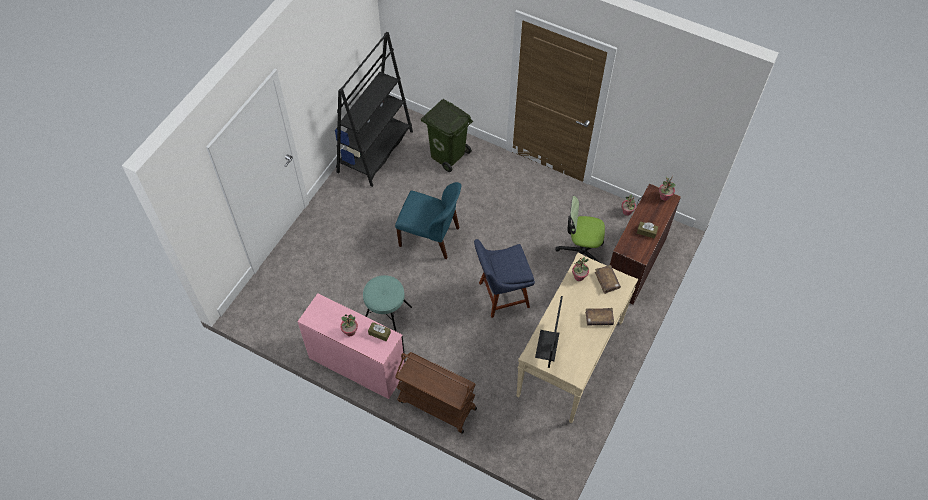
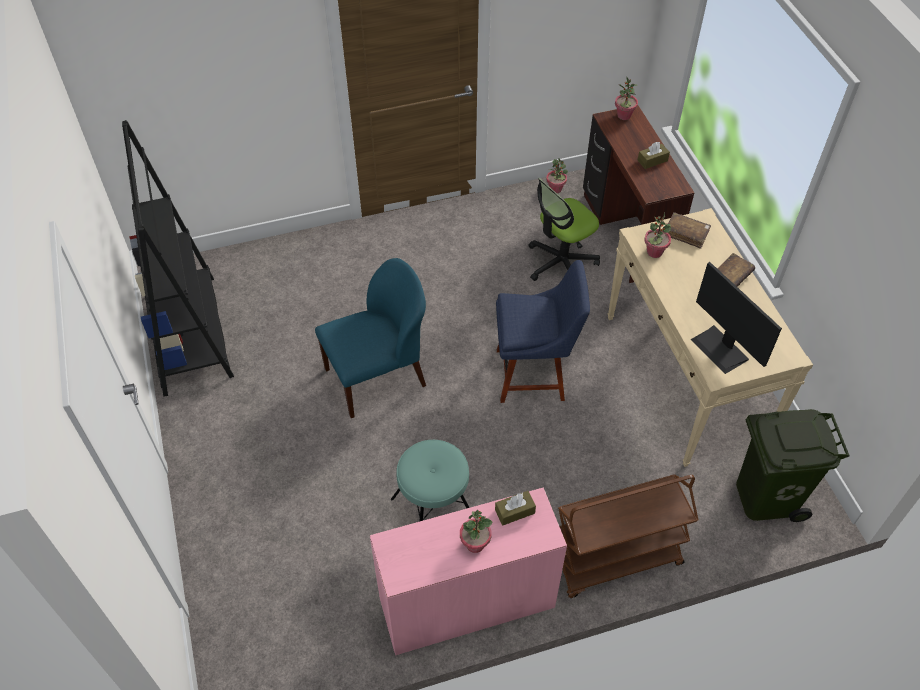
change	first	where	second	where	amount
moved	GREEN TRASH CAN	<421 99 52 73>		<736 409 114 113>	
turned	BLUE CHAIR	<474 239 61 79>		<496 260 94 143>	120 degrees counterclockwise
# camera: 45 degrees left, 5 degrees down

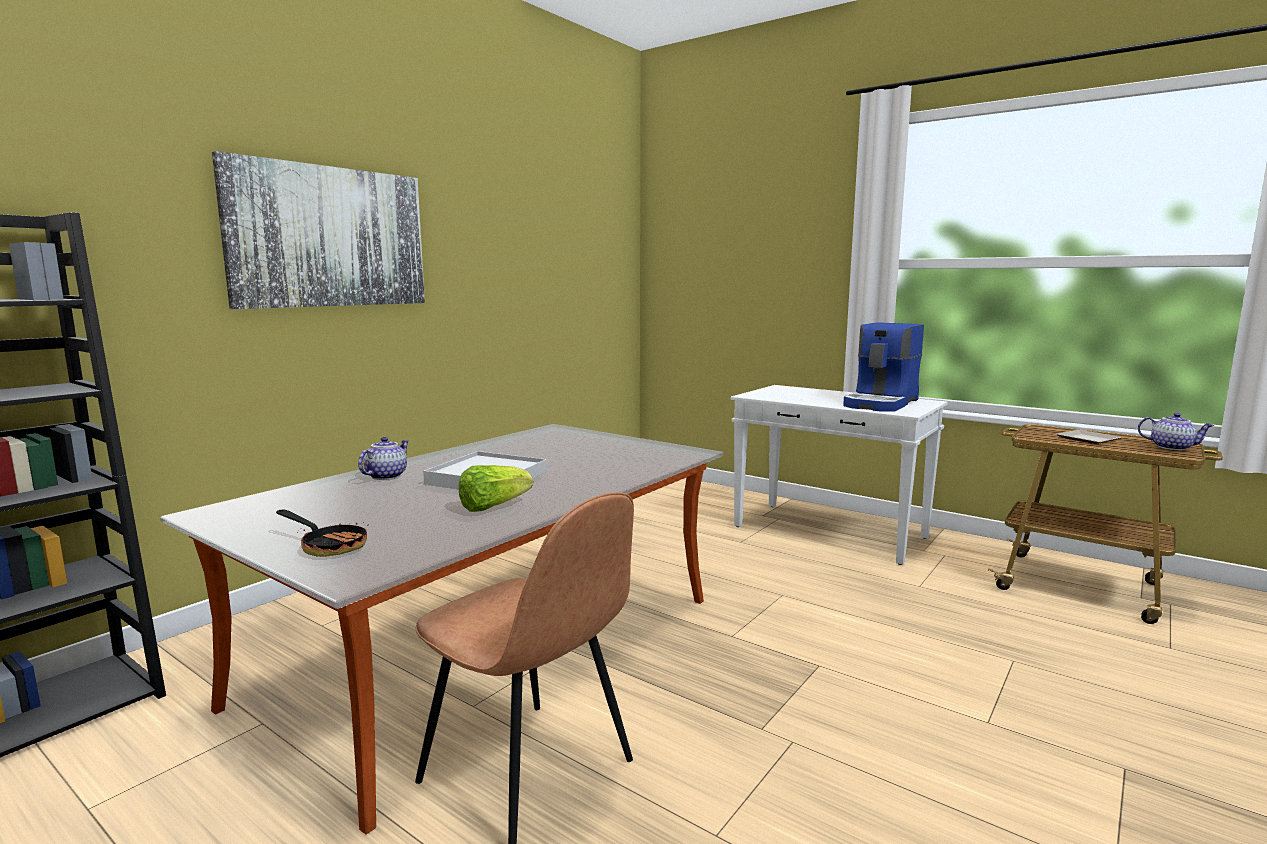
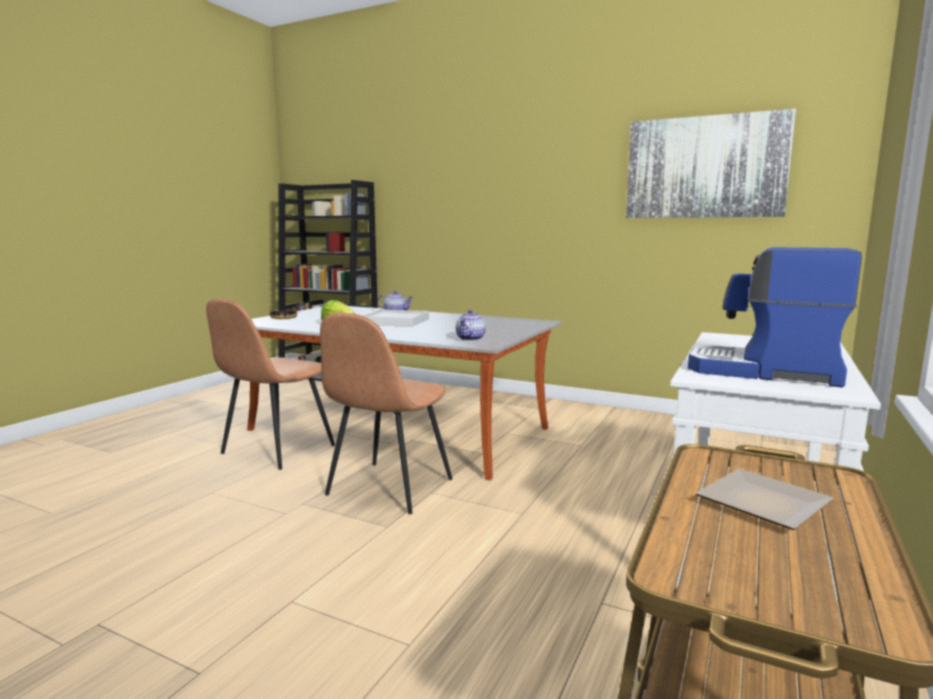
change	first	where	second	where	amount
moved	PICTURE	<212 151 213 158>		<626 109 170 109>	
moved	TEAPOT	<1138 413 76 37>		<456 310 29 31>	
added			BROWN CHAIR	<320 313 133 201>	
# camera: 80 degrees right, 0 degrees up

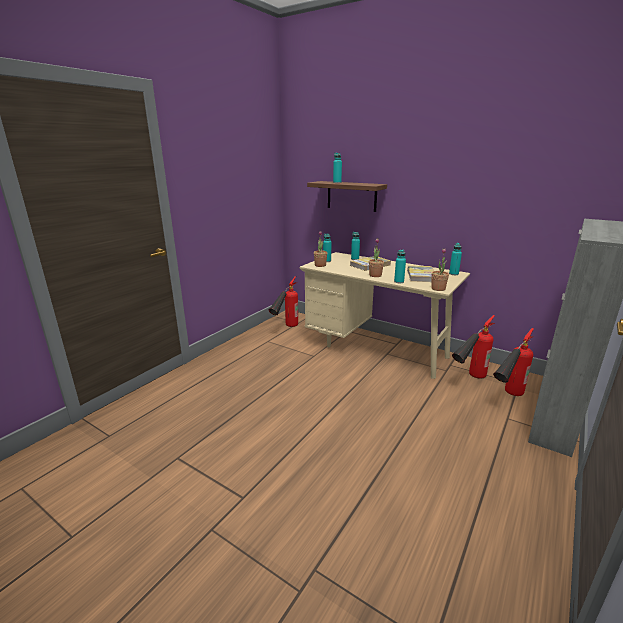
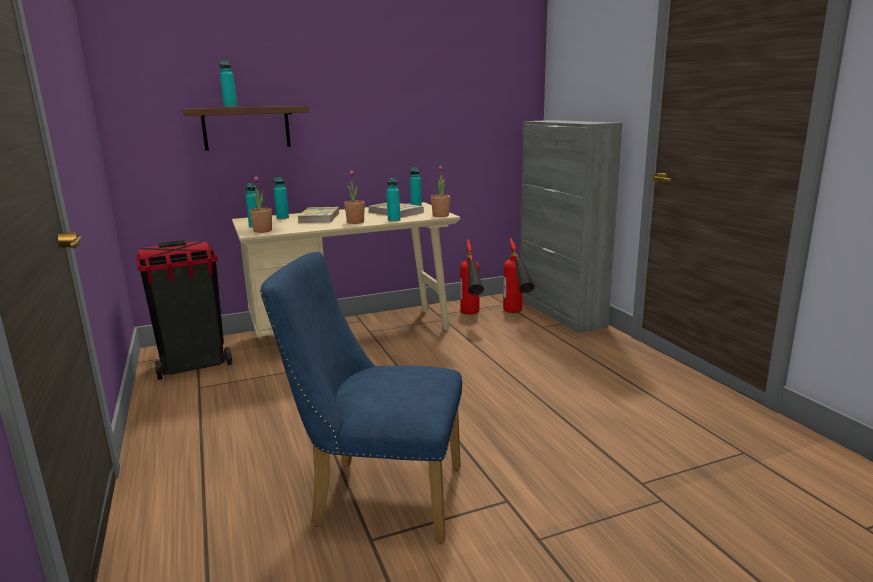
change	first	where	second	where	amount
replaced	FIRE EXTINGUISHER	<269 276 29 51>	BLACK TRASH CAN	<135 240 97 140>	
added			BLUE CHAIR	<260 251 202 292>	
# camera: 55 degrees left, 5 degrees down

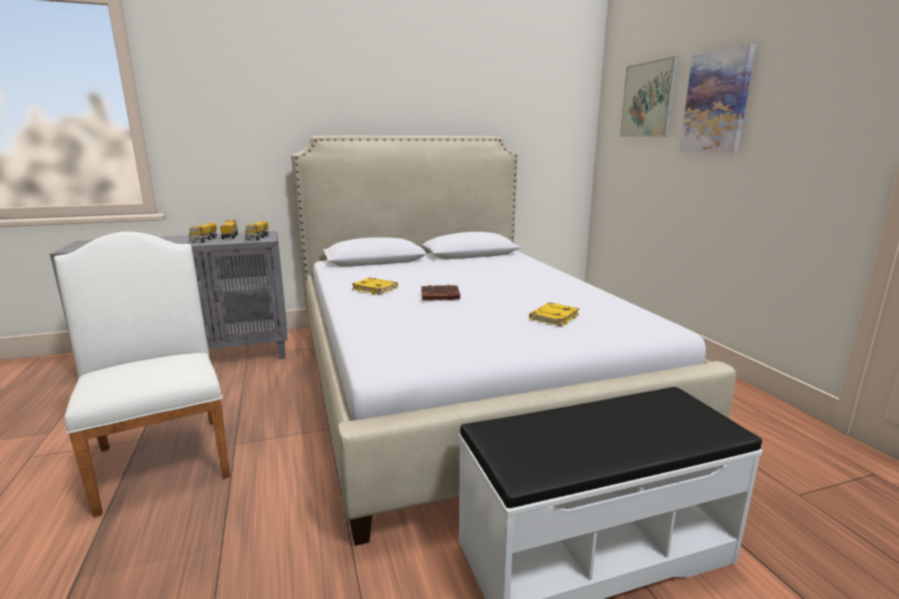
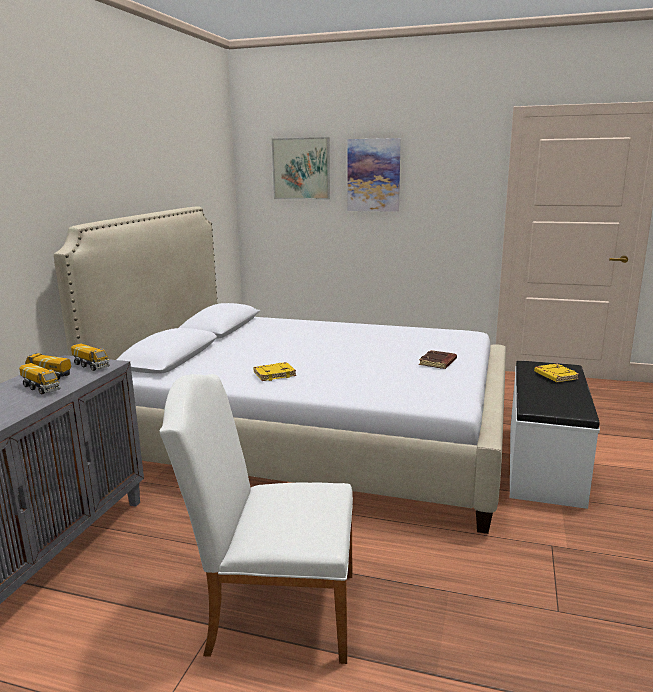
change	first	where	second	where	amount
moved	BROWN BOOK	<421 285 39 16>		<419 350 38 19>	
moved	YELLOW BOOK	<529 303 51 23>		<534 364 45 18>	
# camera: 55 degrees left, 0 degrees up

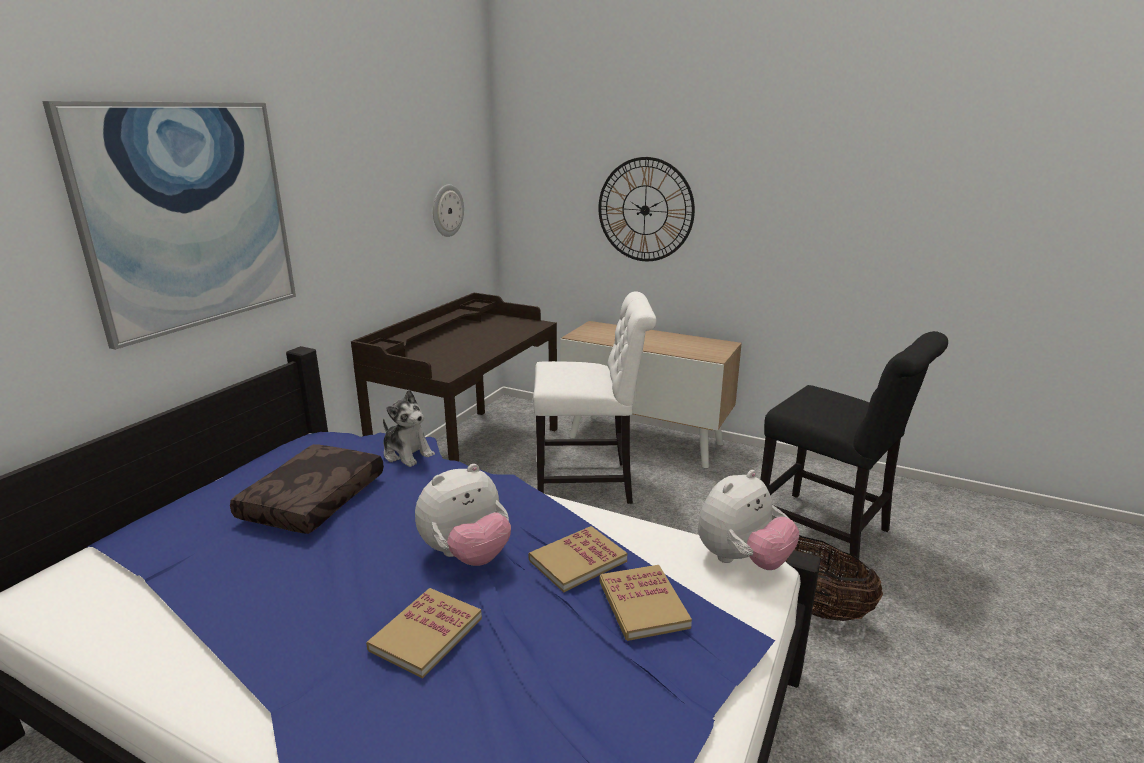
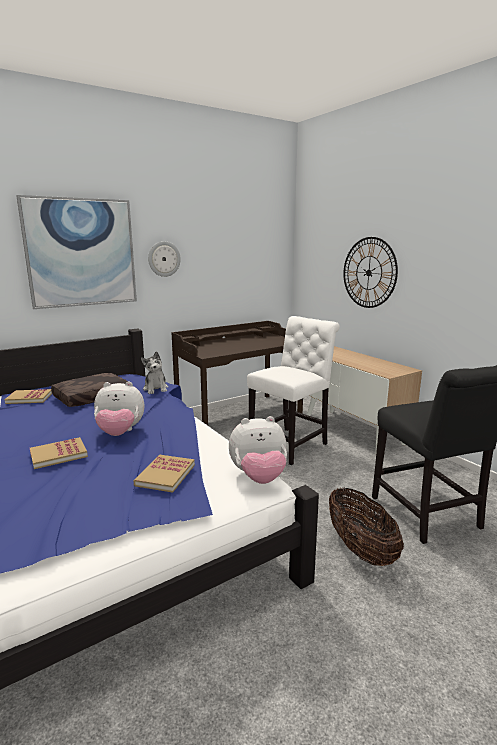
change	first	where	second	where	amount
moved	WALL CLOCK	<433 184 31 53>		<148 241 33 36>	
turned	WHITE CHAIR	<533 291 124 213>		<247 316 93 149>	75 degrees counterclockwise
moved	BOOK	<528 526 99 66>		<4 389 48 15>	
# camera: 30 degrees right, 5 degrees down

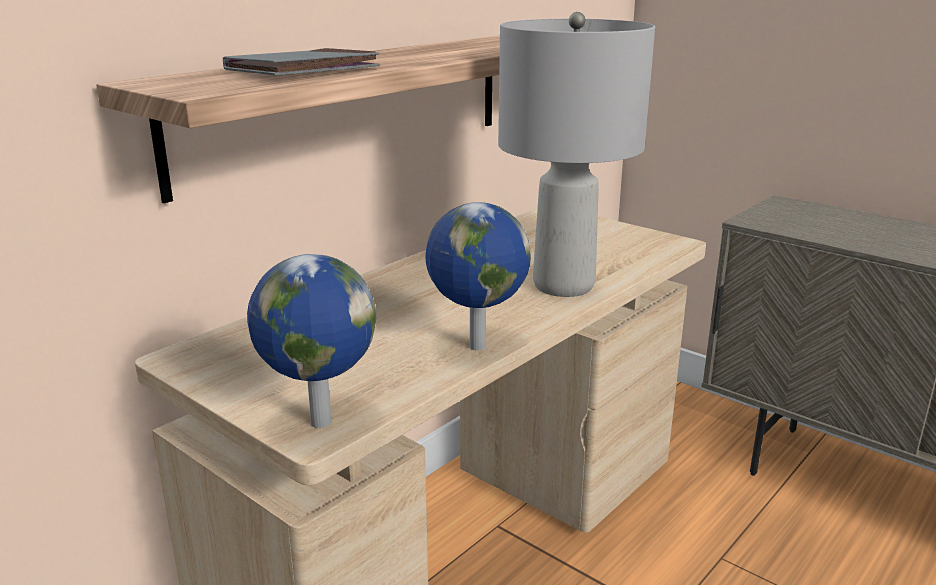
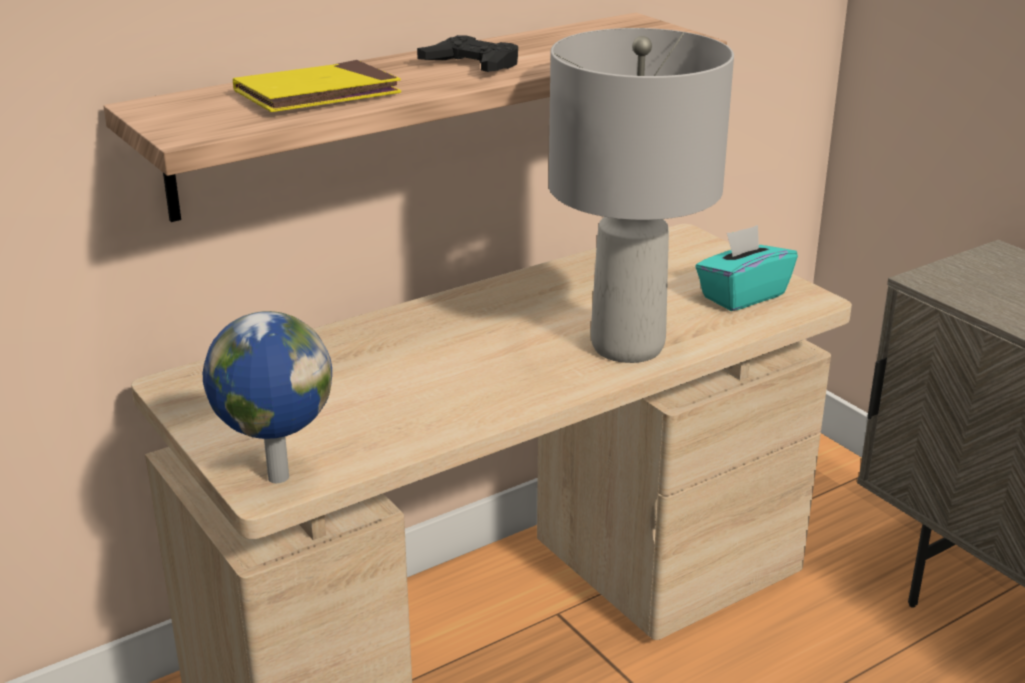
change	first	where	second	where	amount
recoloured	GREY BOOK	<223 48 157 28>	YELLOW BOOK	<233 60 168 52>	
removed	GLOBE	<425 202 106 149>			
added			BLACK GAME CONTROLLER	<417 35 101 37>	
added			TURQUOISE TISSUE BOX	<695 225 103 86>	
# camera: 15 degrees right, 5 degrees up

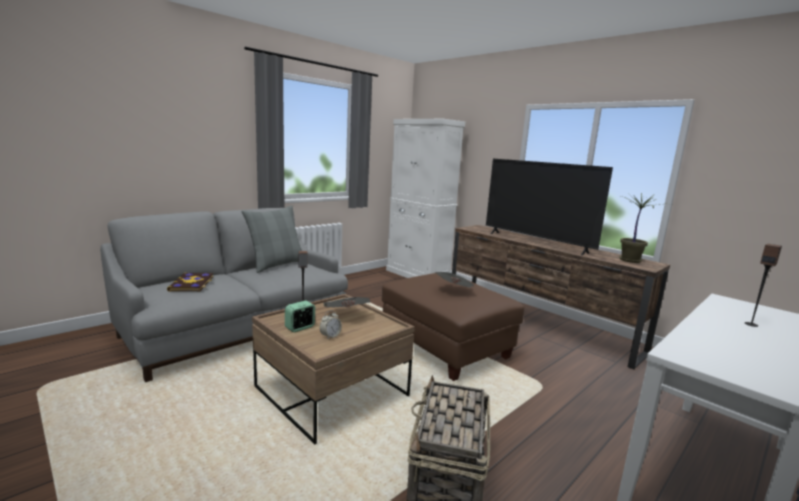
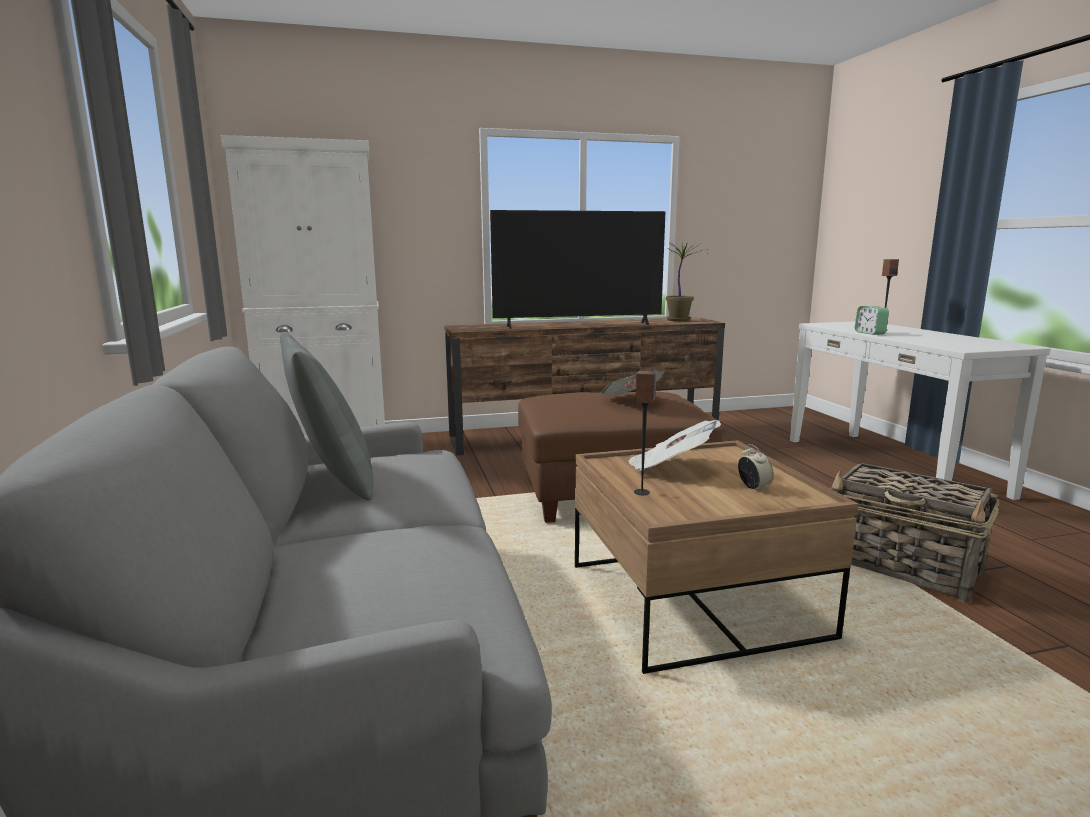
change	first	where	second	where	amount
removed	BOOK	<167 273 47 19>			
moved	ALARM CLOCK	<285 301 30 31>		<855 306 34 29>	
# camera: 60 degrees left, 0 degrees up

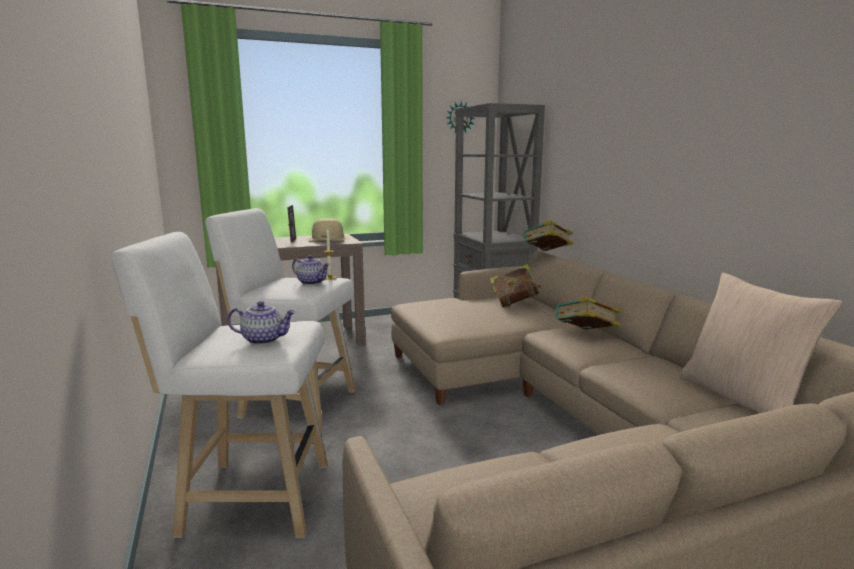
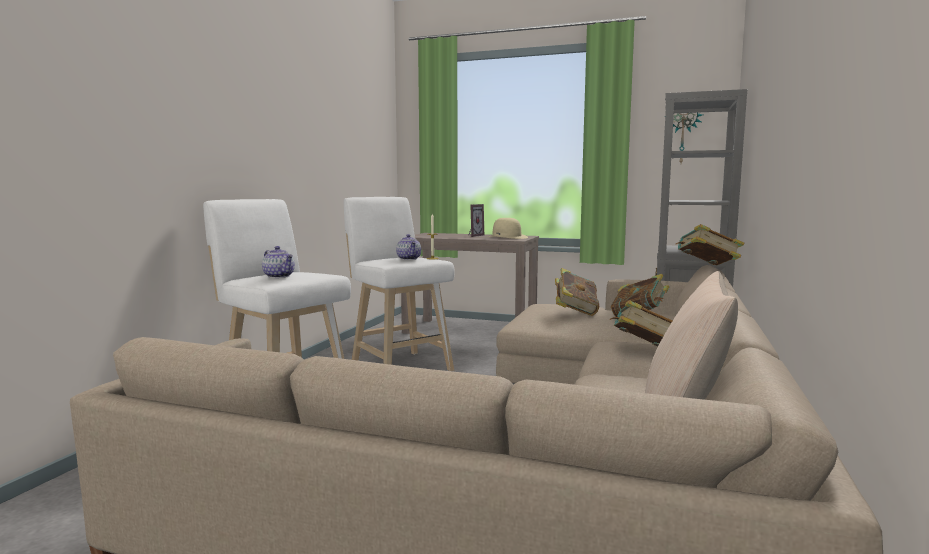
change	first	where	second	where	amount
added			BOOK	<555 268 44 48>	
# camera: 40 degrees right, 5 degrees down

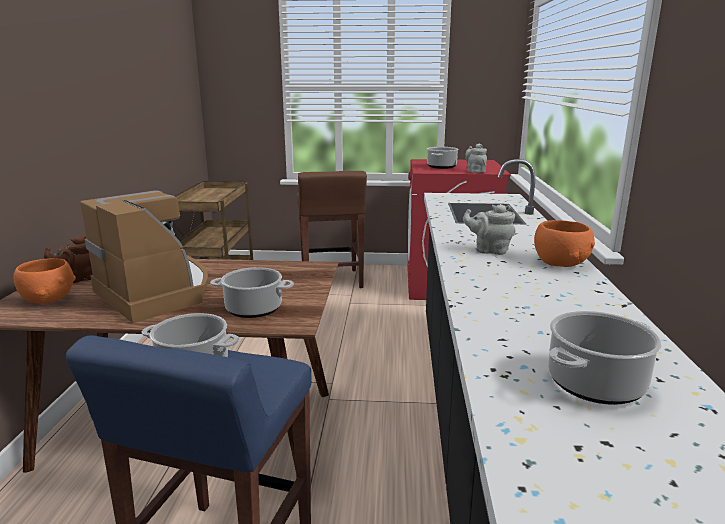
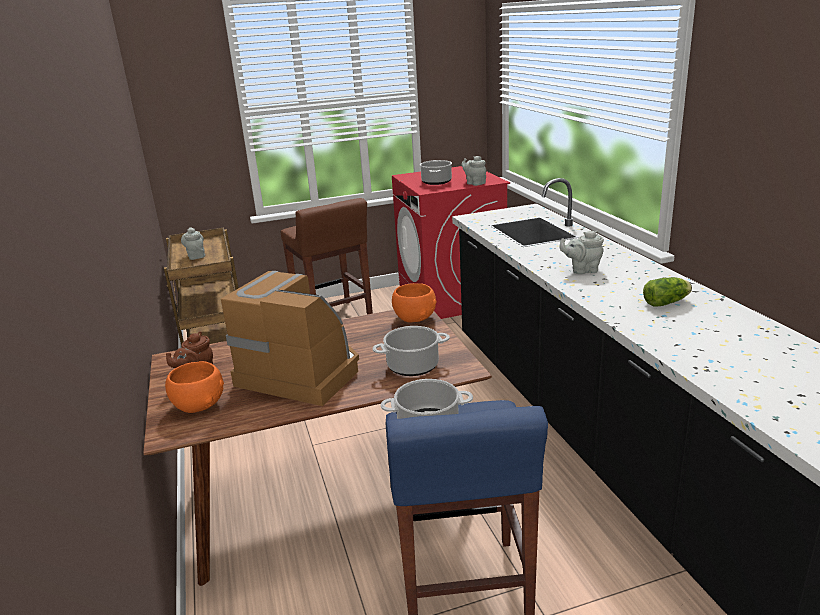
change	first	where	second	where	amount
moved	ORANGE BOWL	<534 220 61 47>		<392 283 45 39>	
removed	COOKING POT	<548 311 114 94>			
added			GREY TEAPOT	<181 227 24 33>	
added			LETTUCE	<643 277 49 30>	
# camera: 20 degrees left, 5 degrees up

